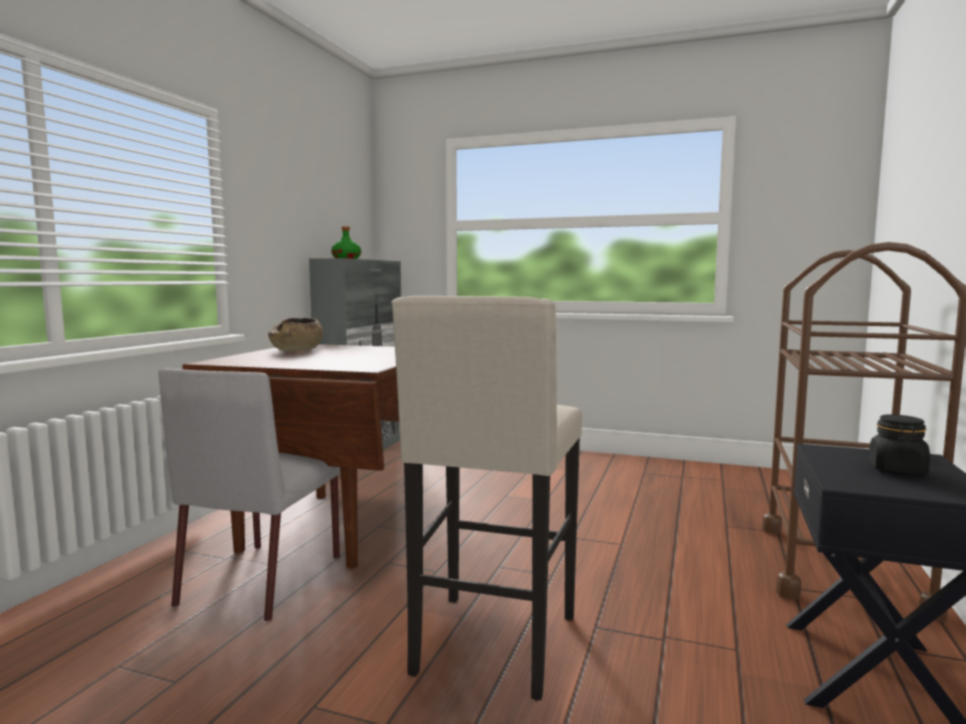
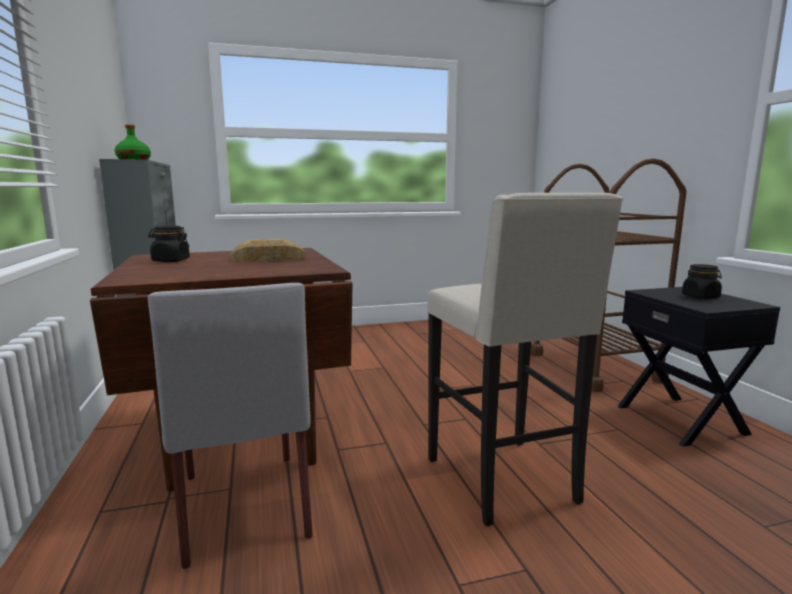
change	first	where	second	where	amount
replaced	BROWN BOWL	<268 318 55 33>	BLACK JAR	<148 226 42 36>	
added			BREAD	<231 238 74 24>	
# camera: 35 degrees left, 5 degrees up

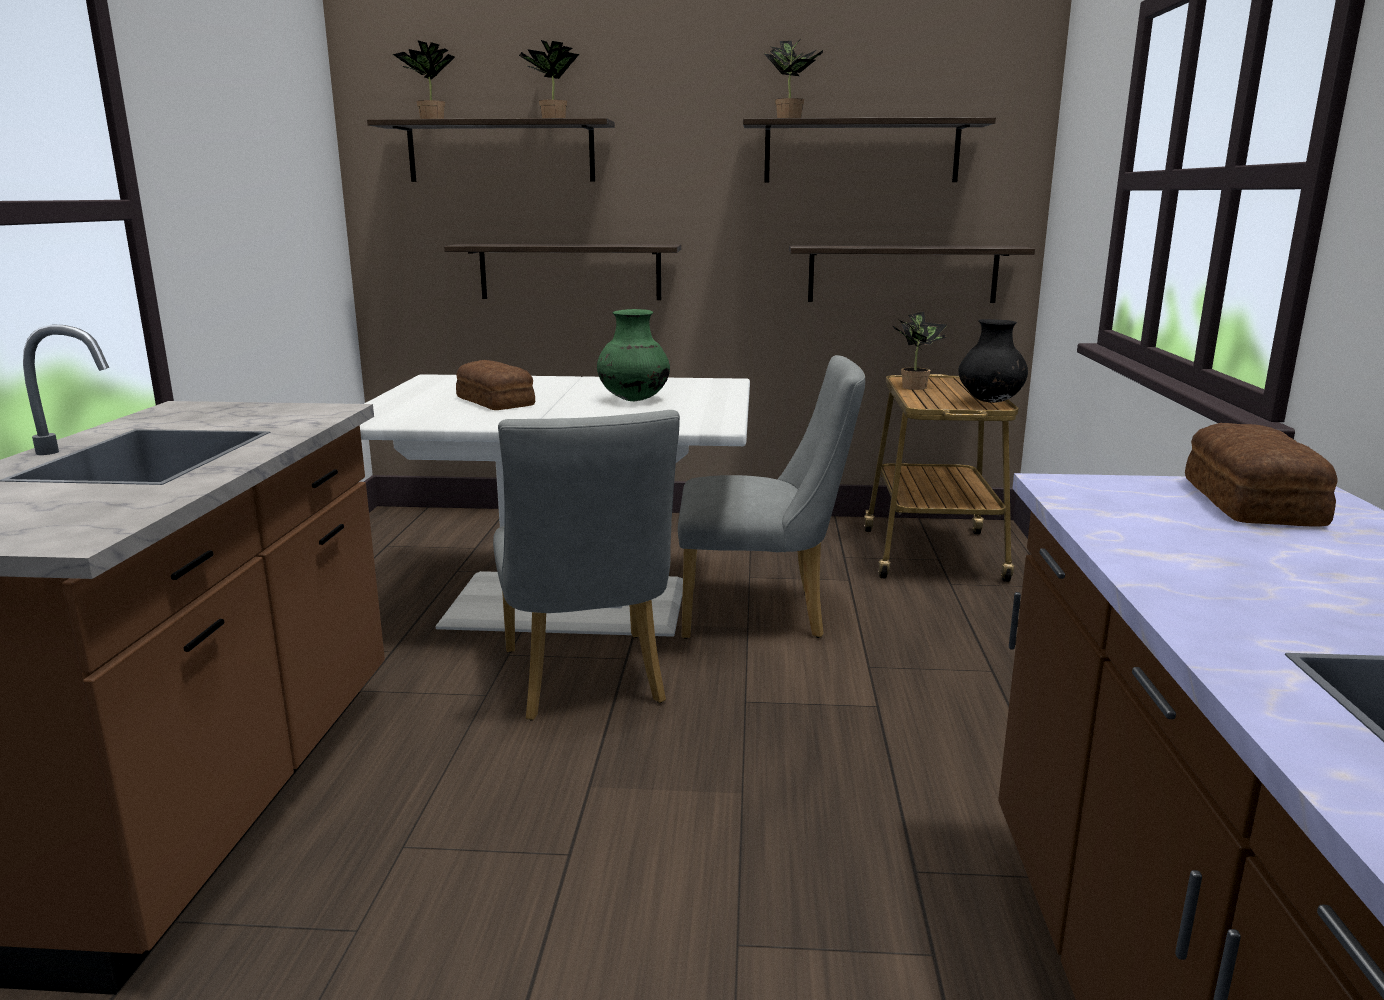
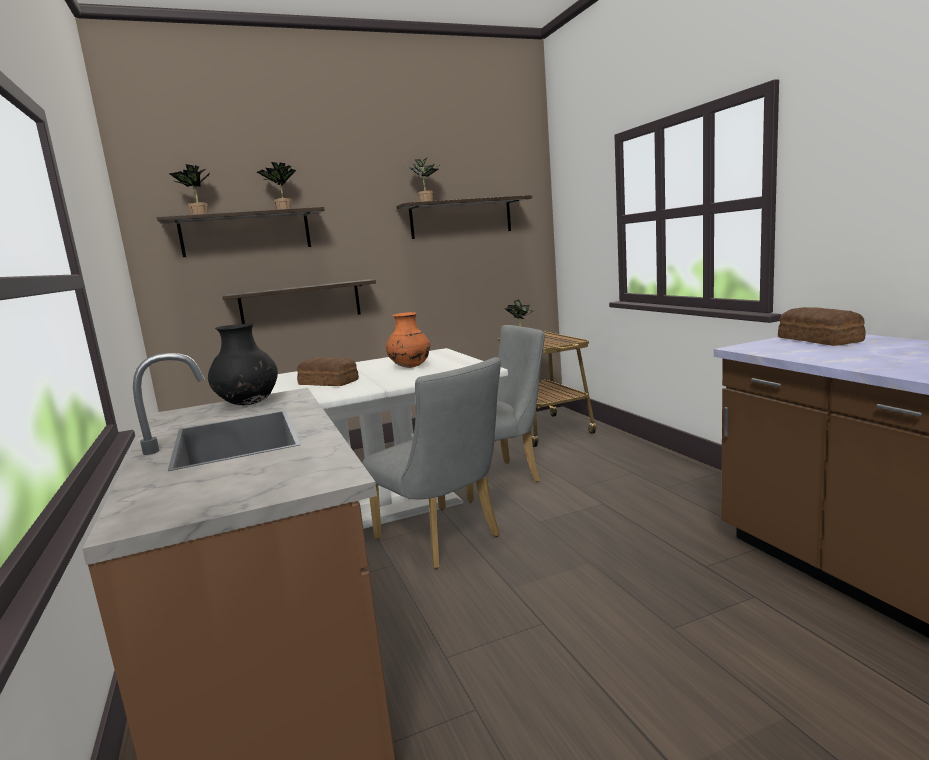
change	first	where	second	where	amount
removed	SHELF	<789 245 246 58>			
recoloured	GREEN VASE	<597 309 73 92>	ORANGE VASE	<386 312 44 56>	
moved	BLACK VASE	<958 319 70 84>		<208 323 70 82>	
# camera: 25 degrees left, 5 degrees down

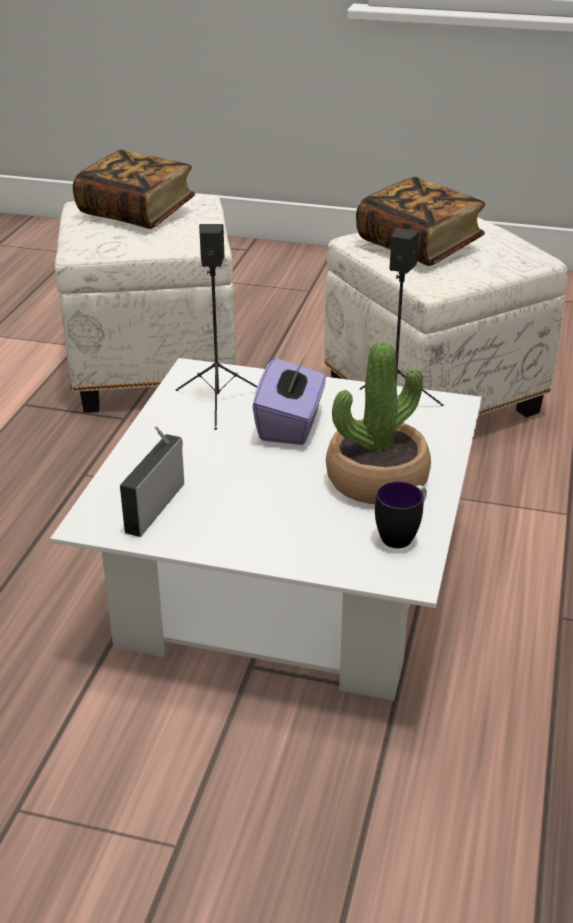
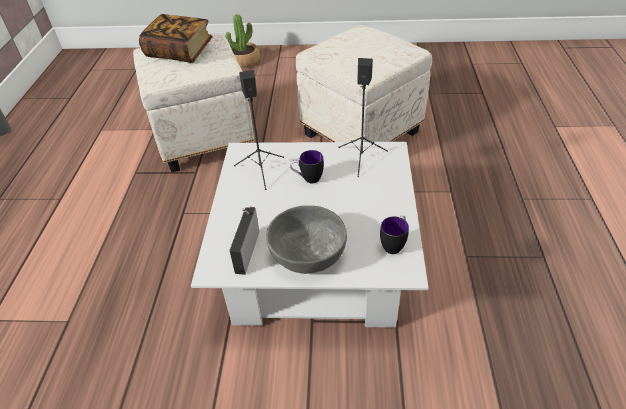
change	first	where	second	where	amount
removed	BOOK	<356 177 129 89>			
moved	POTTED PLANT	<326 341 105 163>		<225 14 35 54>	
replaced	PURPLE TISSUE BOX	<253 355 73 90>	MUG	<290 150 34 33>	
added			GREY BOWL	<266 205 81 69>	
# camera: 10 degrees left, 10 degrees up

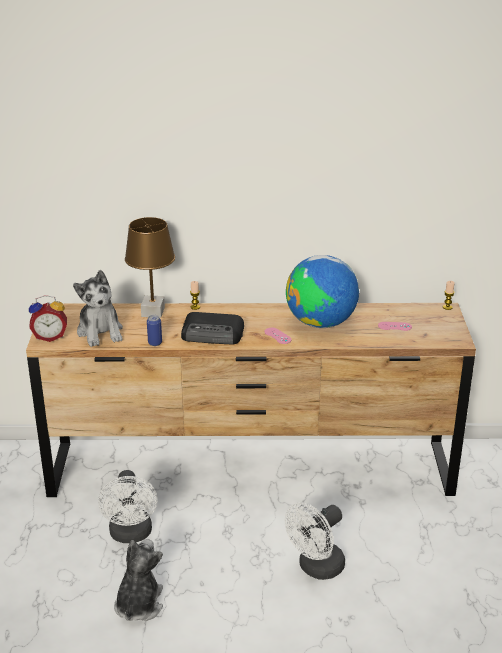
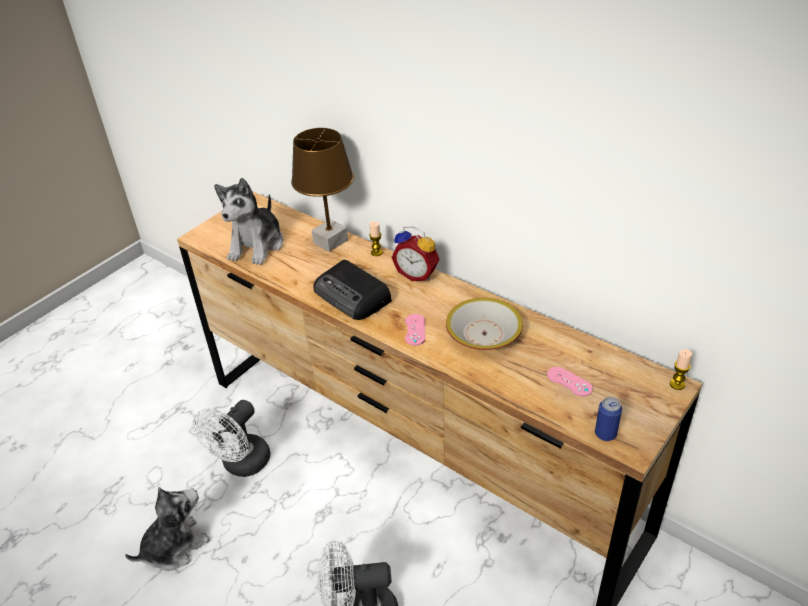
change	first	where	second	where	amount
replaced	GLOBE	<286 255 73 73>	BOWL	<446 298 77 52>	
moved	ALARM CLOCK	<29 295 38 47>		<391 227 49 54>	
moved	CAN	<147 315 15 31>		<595 397 27 44>	
# camera: 40 degrees right, 10 degrees up

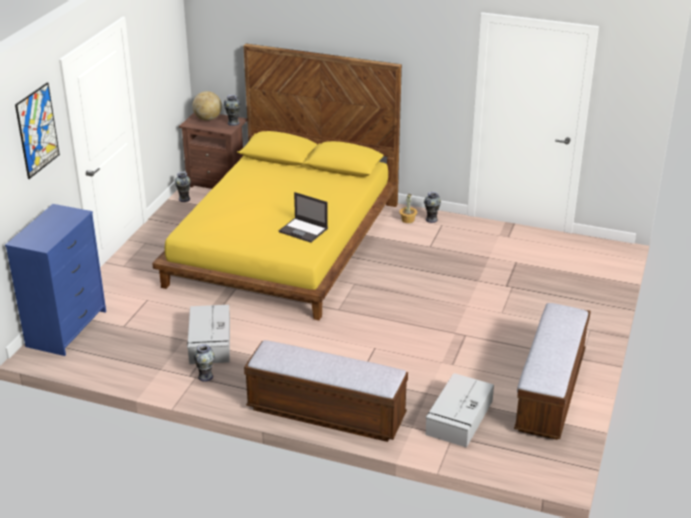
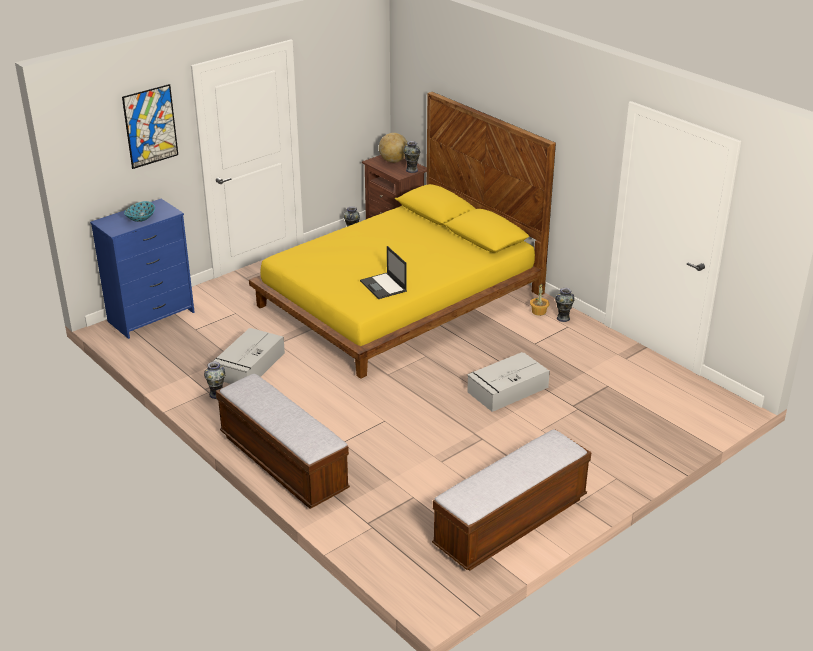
change	first	where	second	where	amount
moved	GREY STORAGE BOX	<425 373 69 75>		<467 352 83 60>	
added			BOWL	<124 201 31 21>	
# camera: 30 degrees right, 0 degrees up

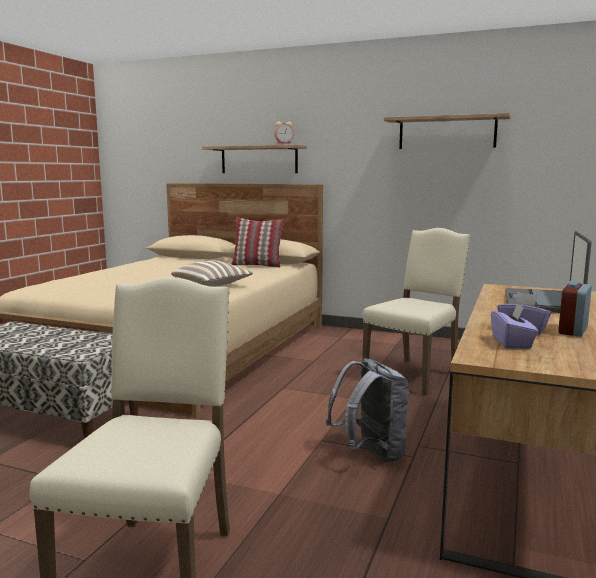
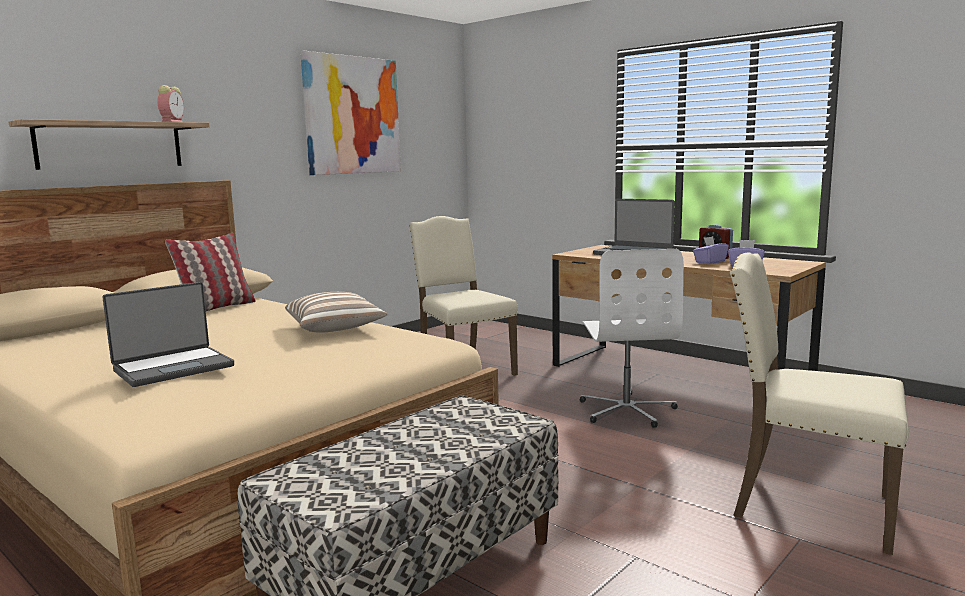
change	first	where	second	where	amount
replaced	SHELF	<384 113 126 36>	PICTURE	<300 51 101 124>	
replaced	GREY BACKPACK	<326 358 83 105>	WHITE OFFICE CHAIR	<579 249 105 179>	
added			LAPTOP	<102 282 132 105>	
# camera: 70 degrees left, 0 degrees up

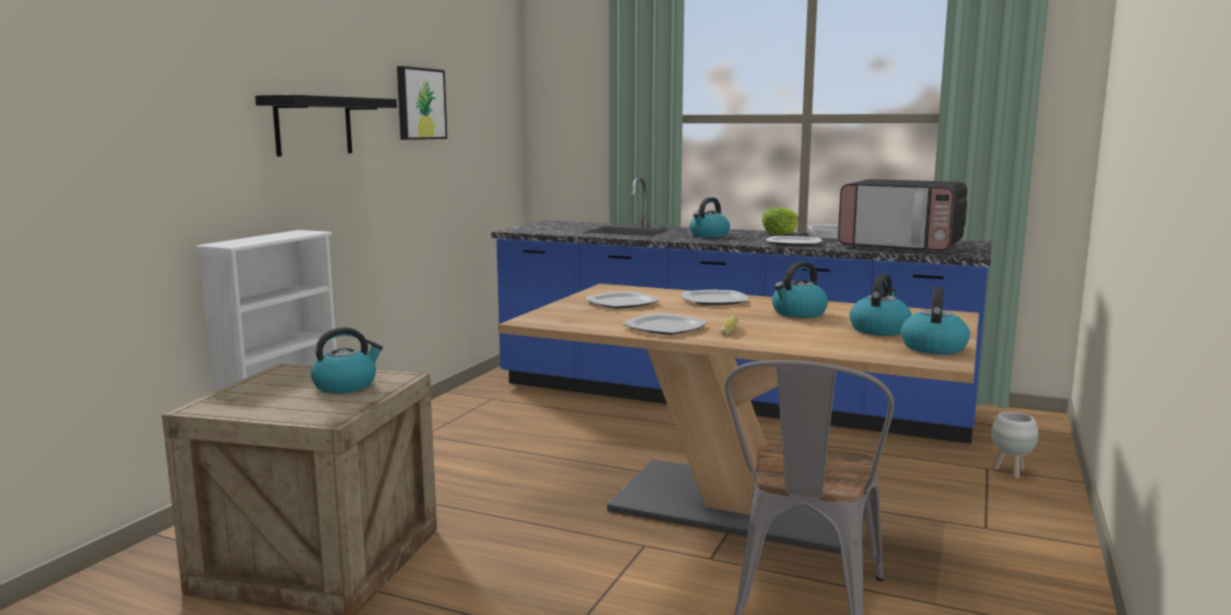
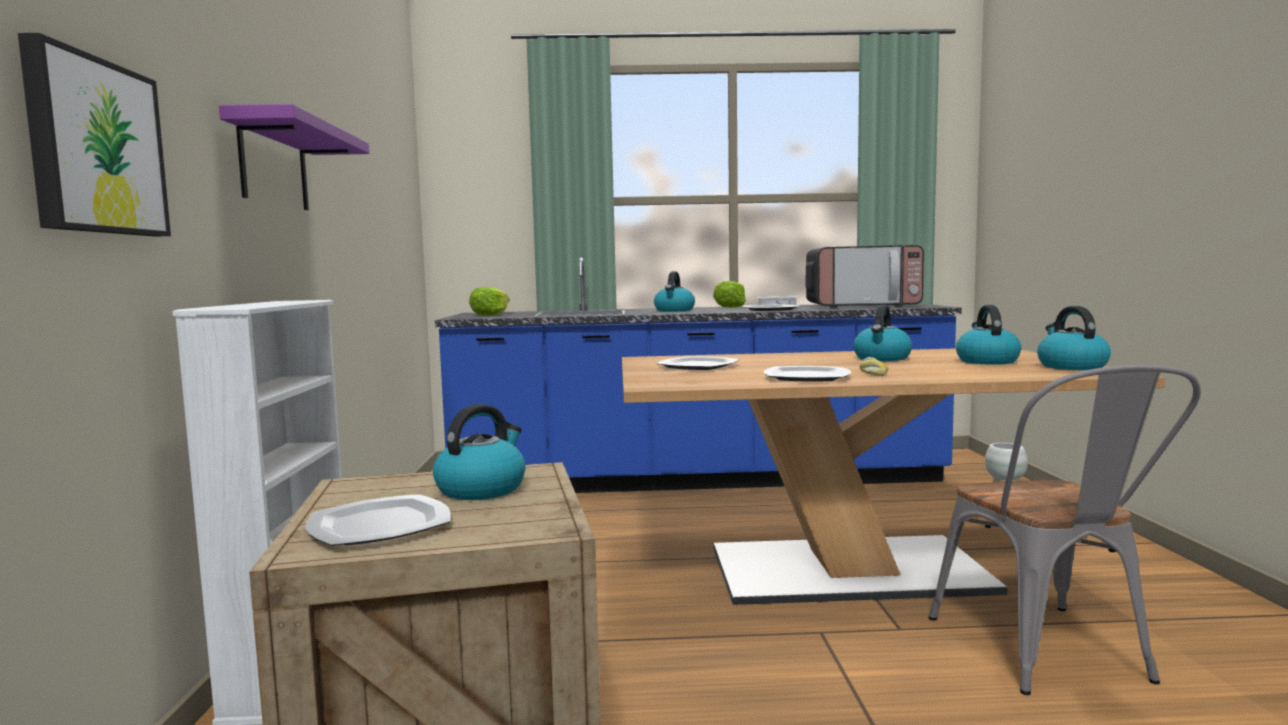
change	first	where	second	where	amount
moved	PICTURE	<397 66 50 74>		<18 33 153 204>	
recoloured	BLACK SHELF	<255 95 142 62>	PURPLE SHELF	<219 104 150 106>	
moved	PLATE	<682 290 66 15>		<305 494 146 52>	
added			LETTUCE	<469 287 41 28>	
# camera: 25 degrees left, 5 degrees down

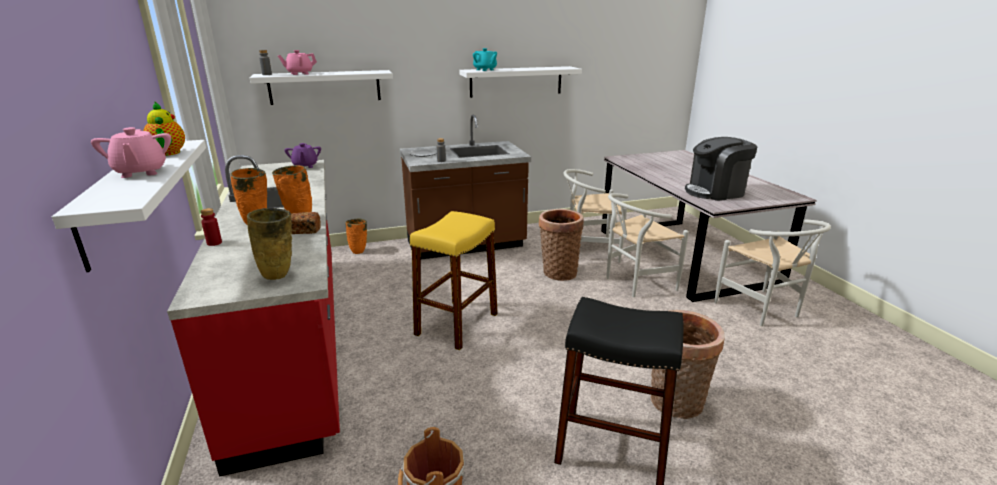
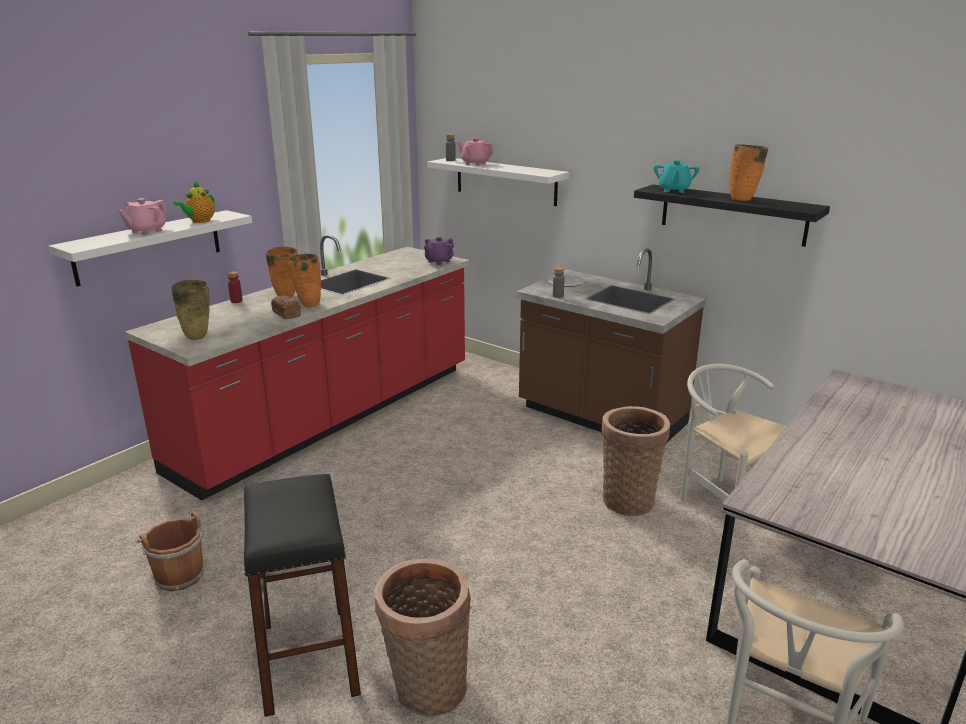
change	first	where	second	where	amount
recoloured	WHITE SHELF	<460 66 122 32>	BLACK SHELF	<634 184 196 63>	
removed	COFFEE MACHINE	<685 137 72 64>			
removed	WHITE CHAIR	<606 193 83 104>			
removed	YELLOW STOOL	<410 211 88 139>			
moved	ORANGE VASE	<346 219 21 35>		<729 144 39 57>	
# camera: 55 degrees right, 0 degrees up

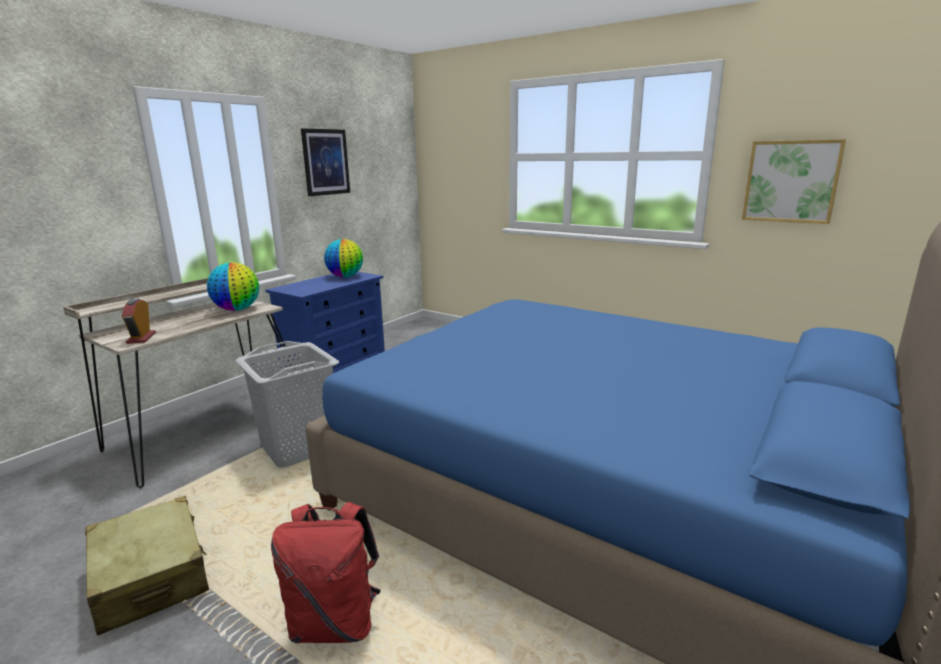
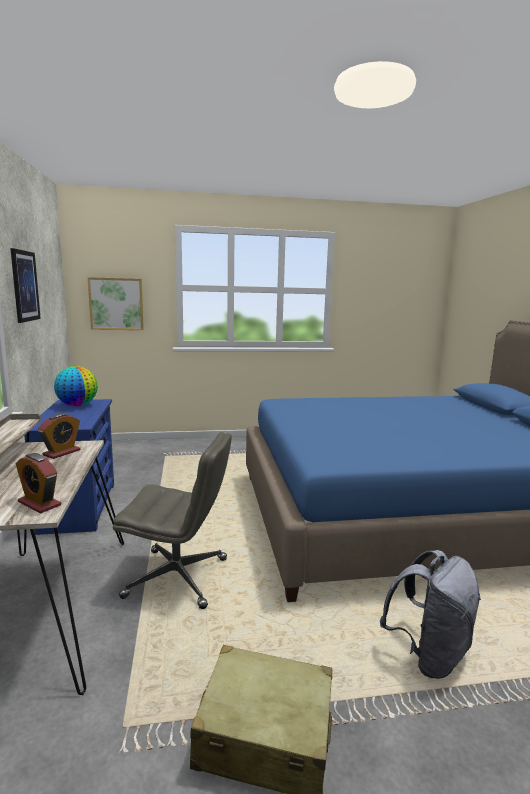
change	first	where	second	where	amount
moved	PICTURE	<742 139 104 85>		<88 277 56 53>	
replaced	GLOBE	<207 262 52 49>	ALARM CLOCK	<38 413 42 46>	
replaced	GREY LAUNDRY BASKET	<235 341 104 127>	GREY OFFICE CHAIR	<113 432 119 177>	
recoloured	RED BACKPACK	<271 502 110 141>	GREY BACKPACK	<380 550 101 129>	
# camera: 45 degrees left, 5 degrees down

